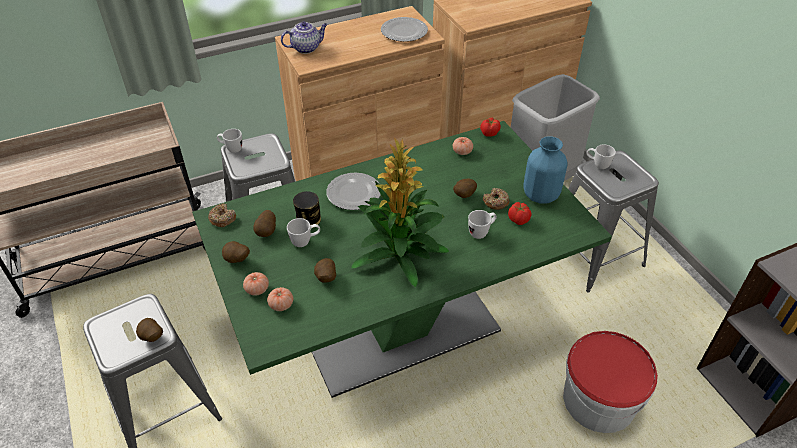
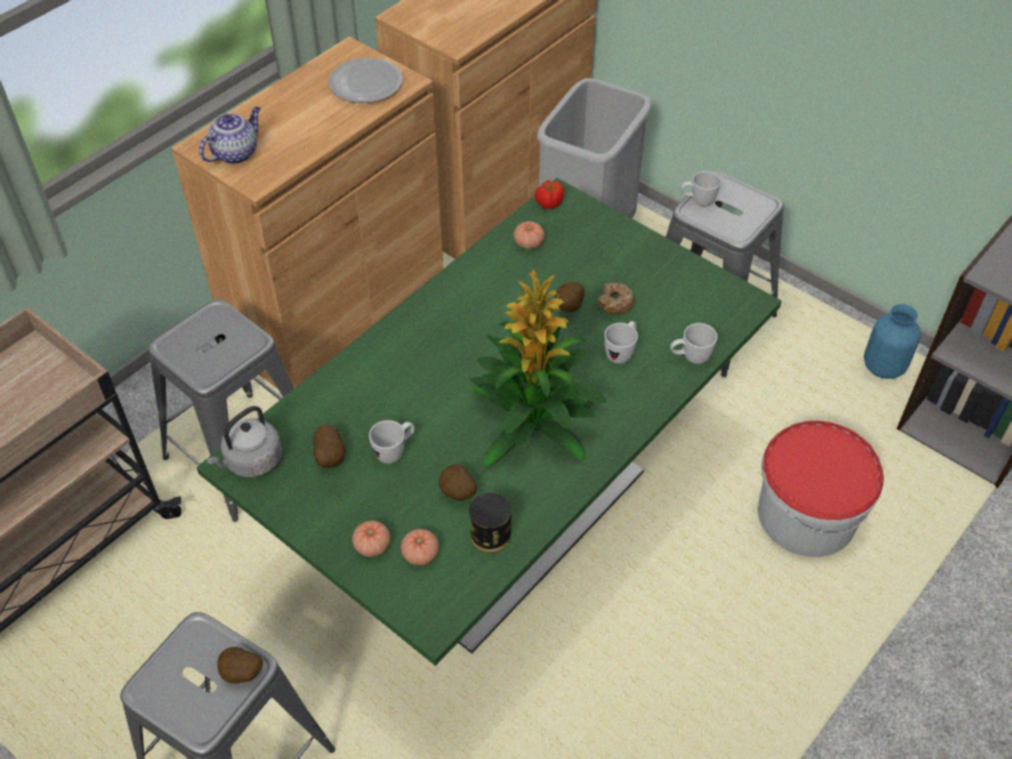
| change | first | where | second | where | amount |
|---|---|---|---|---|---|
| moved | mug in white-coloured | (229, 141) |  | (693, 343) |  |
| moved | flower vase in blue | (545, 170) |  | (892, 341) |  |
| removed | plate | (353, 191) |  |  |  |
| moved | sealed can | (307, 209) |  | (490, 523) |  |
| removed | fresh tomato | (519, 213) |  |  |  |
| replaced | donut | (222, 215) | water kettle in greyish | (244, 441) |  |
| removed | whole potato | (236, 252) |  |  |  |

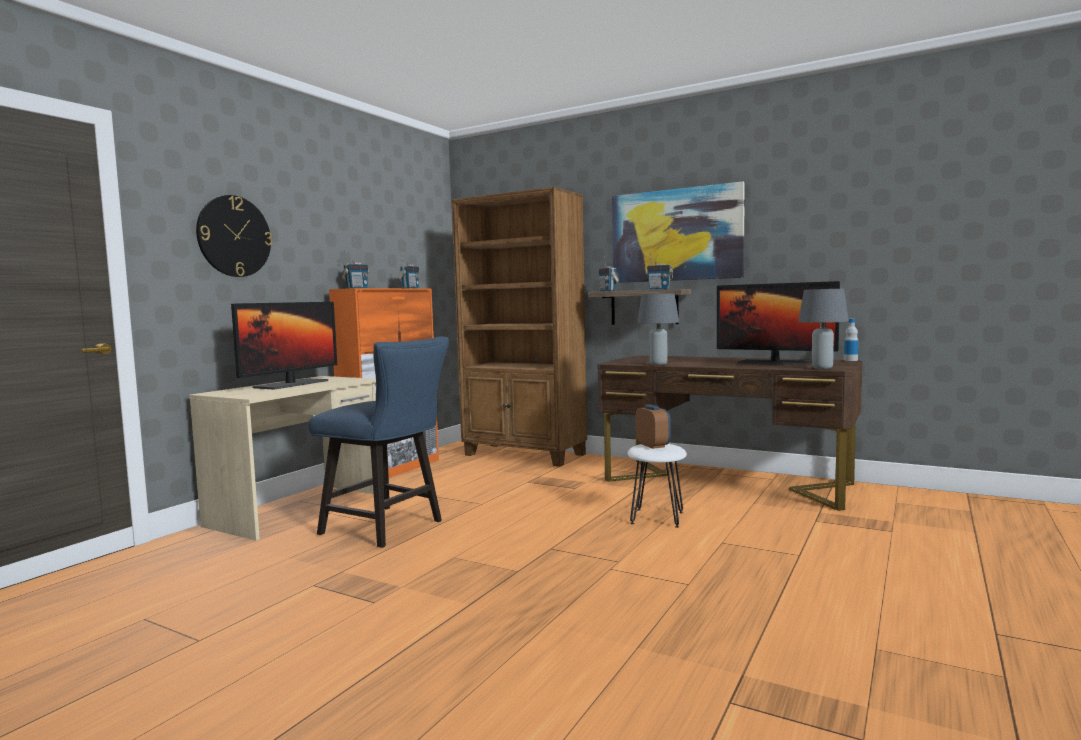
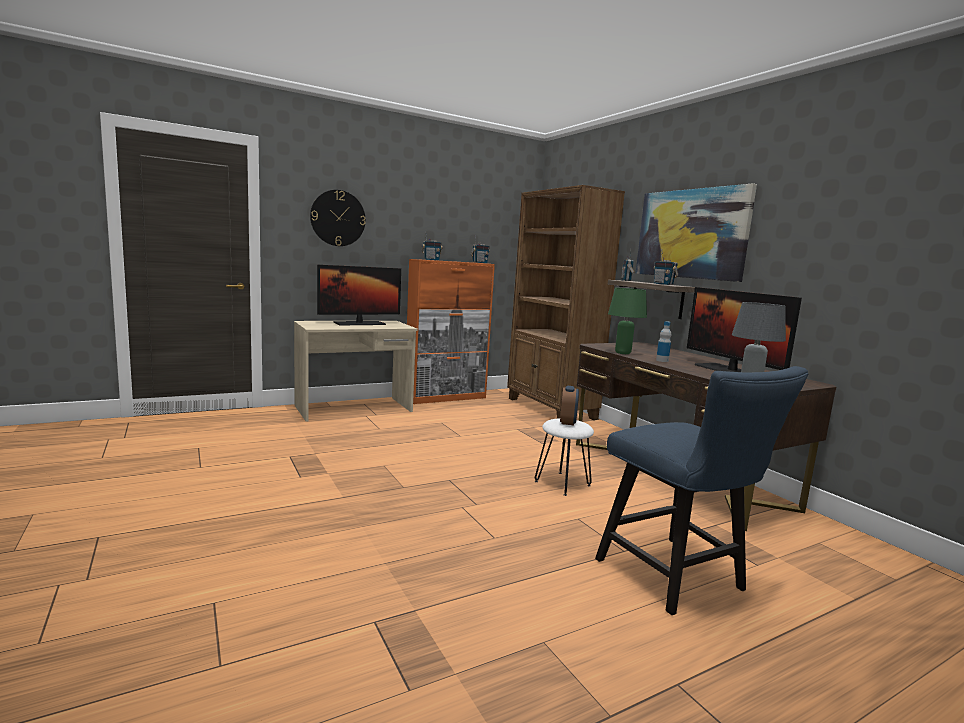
| change | first | where | second | where | amount |
|---|---|---|---|---|---|
| recoloured | tabletop lamp in greyish | (658, 329) | tabletop lamp in greenish | (627, 321) |  |
| moved | drink bottle | (851, 340) |  | (663, 341) |  |
| moved | chair in blue | (379, 442) |  | (702, 490) |  |

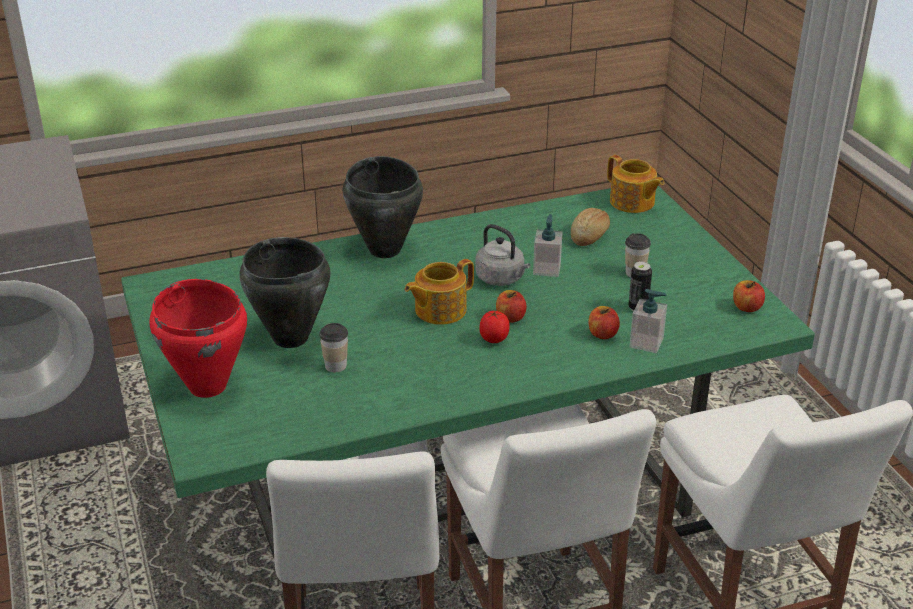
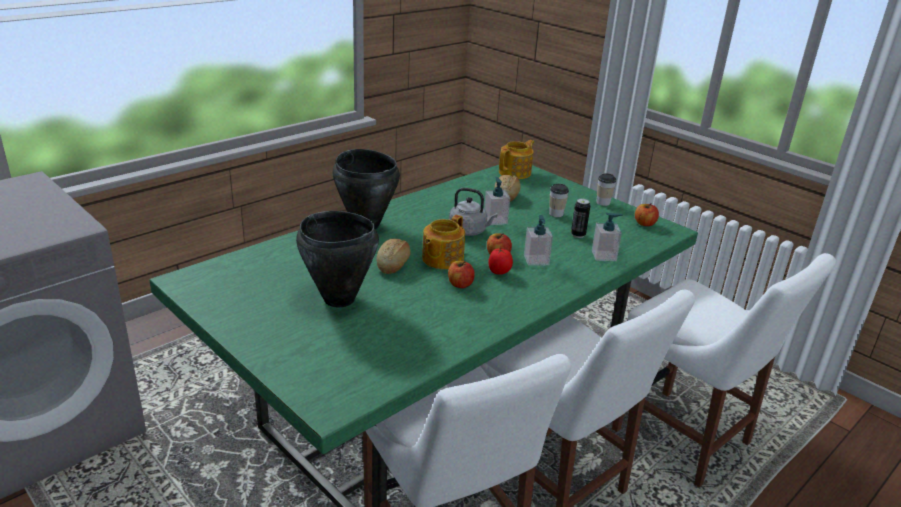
| change | first | where | second | where | amount |
|---|---|---|---|---|---|
| turned | teapot | (635, 184) |  | (516, 159) | 75 degrees counterclockwise |
| removed | stockpot in red-coloured | (198, 338) |  |  |  |
| moved | apple | (604, 322) |  | (461, 274) |  |
| moved | drinking cup | (333, 347) |  | (606, 189) |  |
| added |  |  | soap dispenser | (538, 240) |  |
| added |  |  | bread | (393, 256) |  |

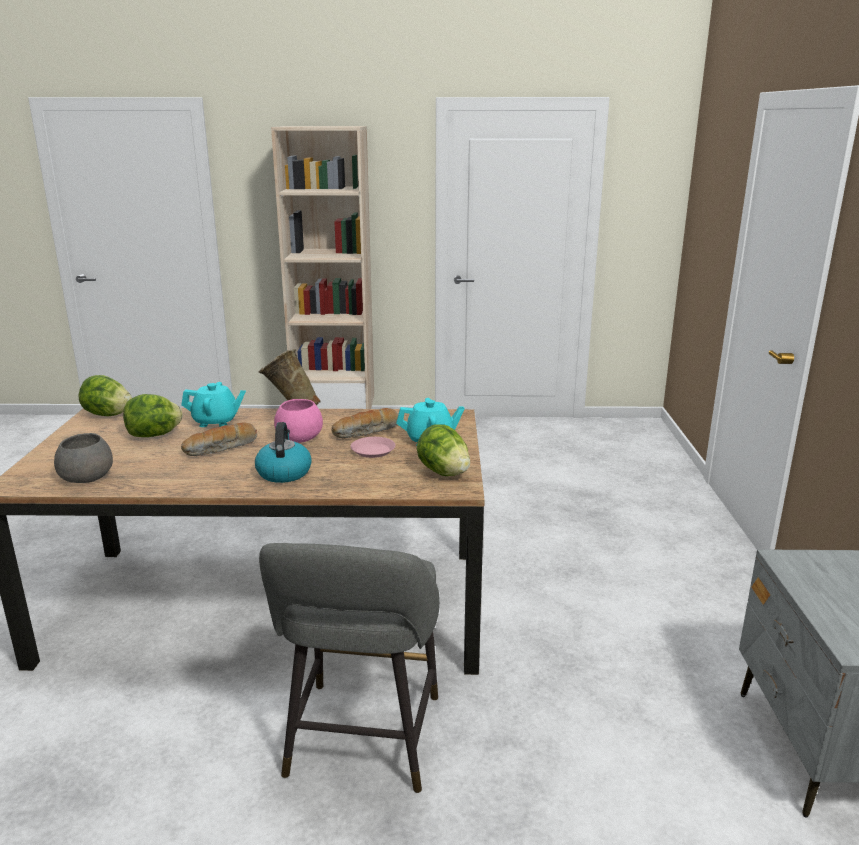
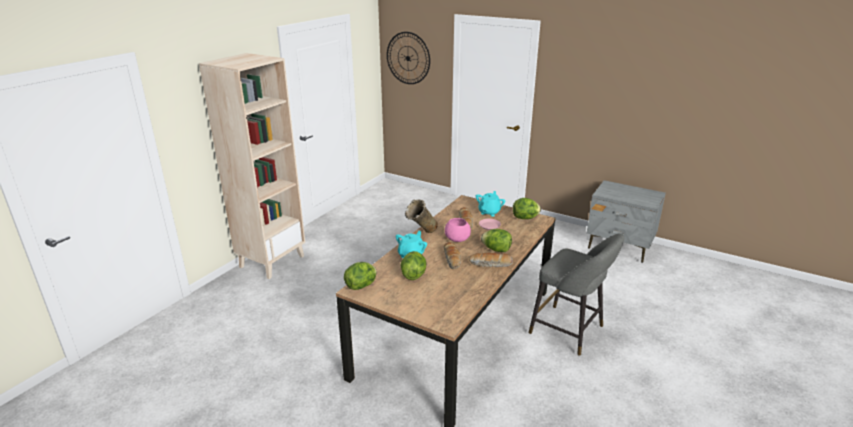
| change | first | where | second | where | amount |
|---|---|---|---|---|---|
| replaced | water kettle | (283, 452) | lettuce head | (496, 240) |  |
| removed | deep dish in greyish | (83, 458) |  |  |  |
| added |  |  | hanging clock | (408, 58) |  |
| added |  |  | bread | (491, 260) |  |

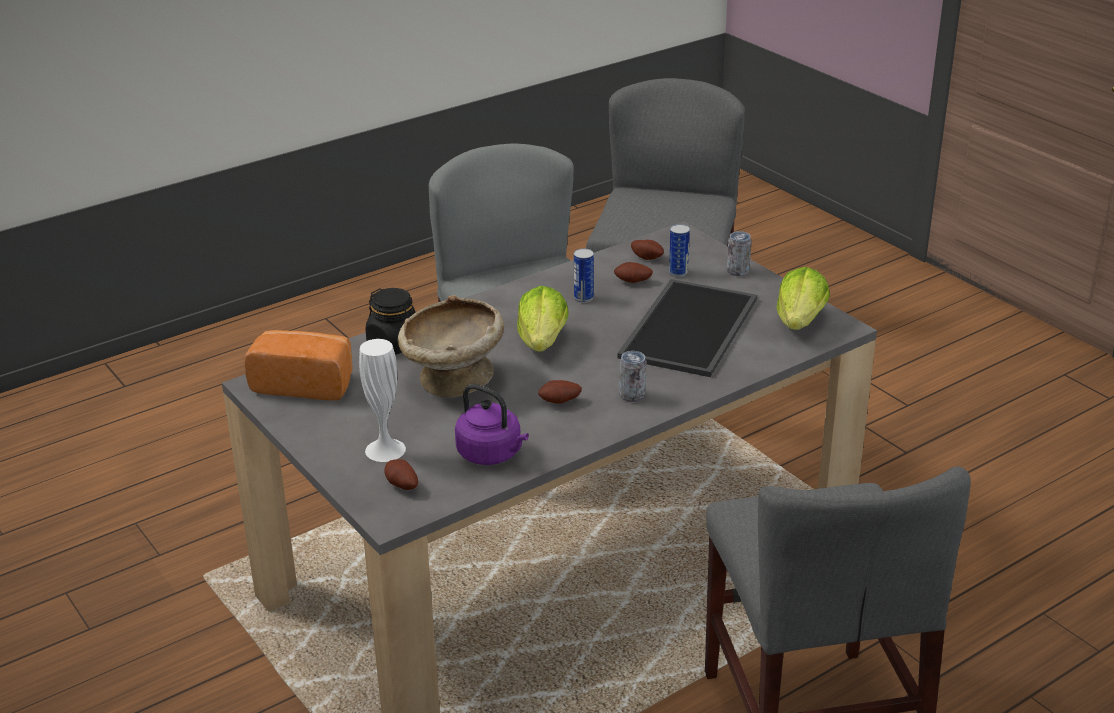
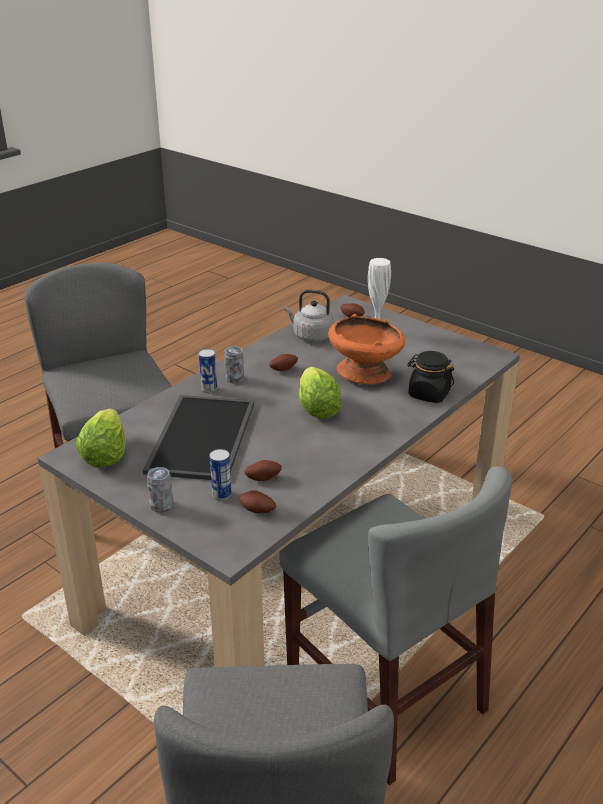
| change | first | where | second | where | amount |
|---|---|---|---|---|---|
| moved | sealed can | (584, 276) |  | (208, 371) |  |
| recoloured | deep dish in beige | (451, 346) | deep dish in orange | (366, 349) |  |
| removed | bread | (299, 365) |  |  |  |
| recoloured | water kettle in purplish | (492, 424) | water kettle in greyish | (309, 315) |  |

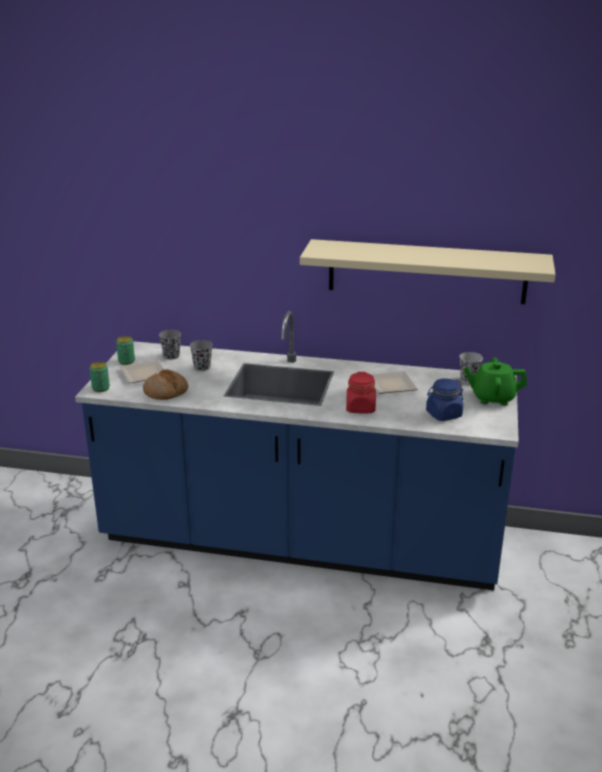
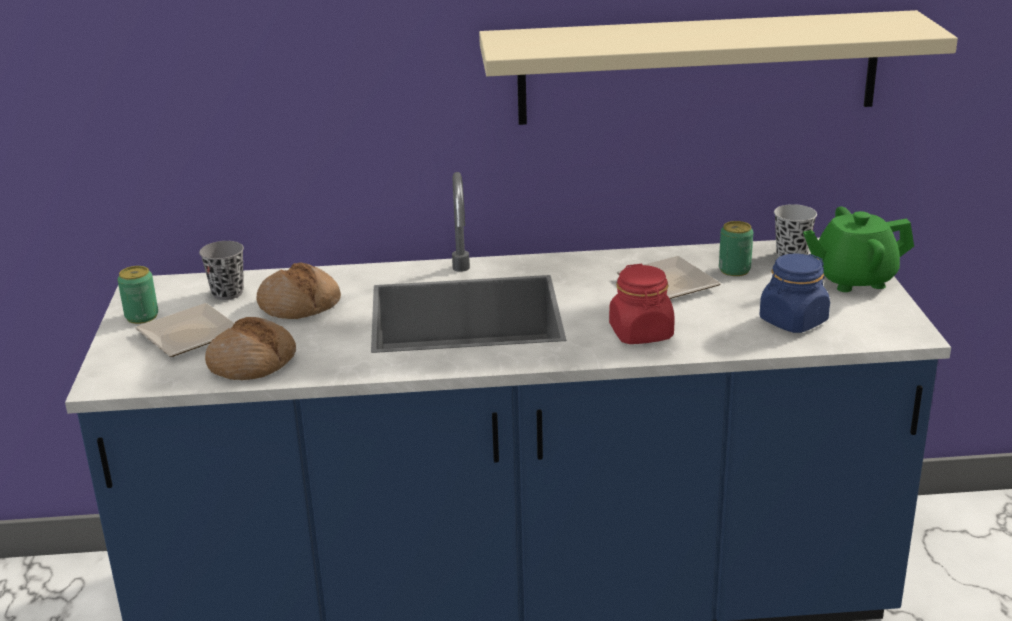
| change | first | where | second | where | amount |
|---|---|---|---|---|---|
| replaced | drinking cup in greyish | (201, 355) | bread | (299, 291) |  |
| moved | sealed can | (99, 377) |  | (736, 248) |  |

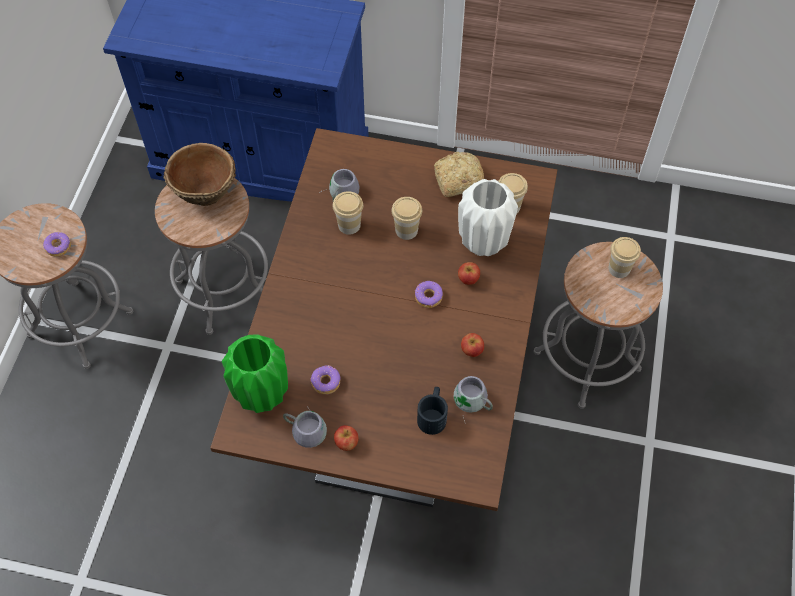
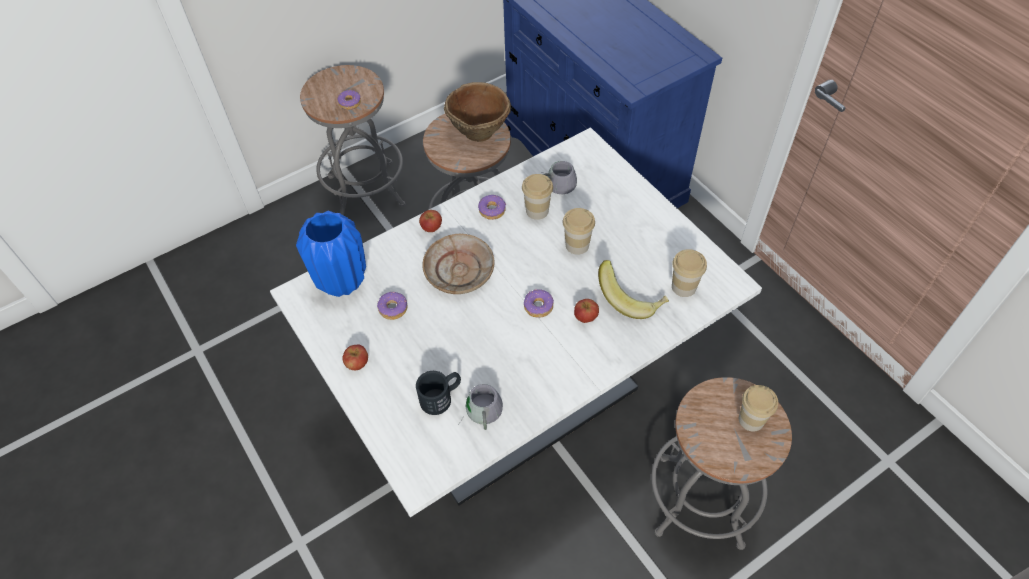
| change | first | where | second | where | amount |
|---|---|---|---|---|---|
| recoloured | dining table in brownish | (383, 319) | dining table in white-coloured | (516, 322) |  |
| removed | bread | (459, 174) |  |  |  |
| replaced | flower vase in white-coloured | (488, 217) | banana | (633, 289) |  |
| moved | apple | (472, 345) |  | (430, 221) |  |
| recoloured | flower vase in greenish | (255, 373) | flower vase in blue | (331, 254) |  |
| removed | mug in greyish | (305, 427) |  |  |  |
| added |  |  | donut | (492, 207) |  |
| added |  |  | plate in beige | (458, 264) |  |

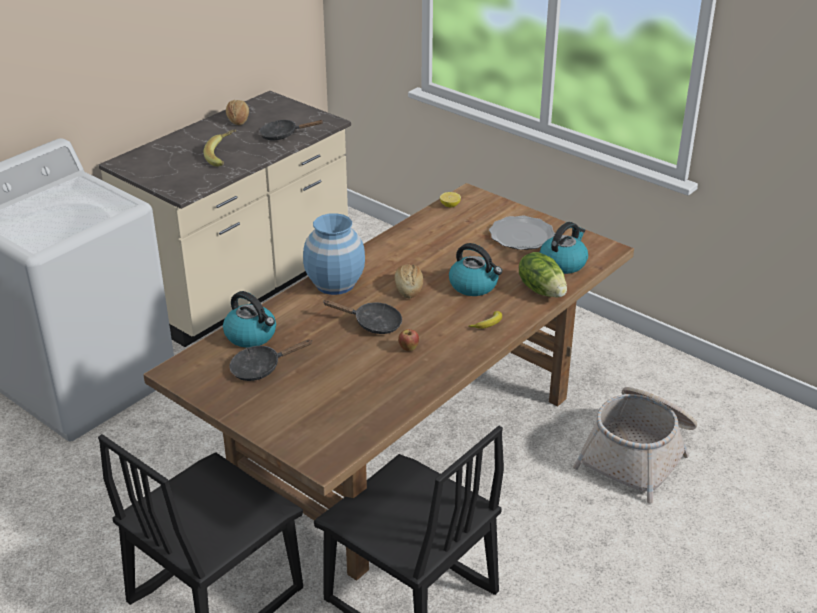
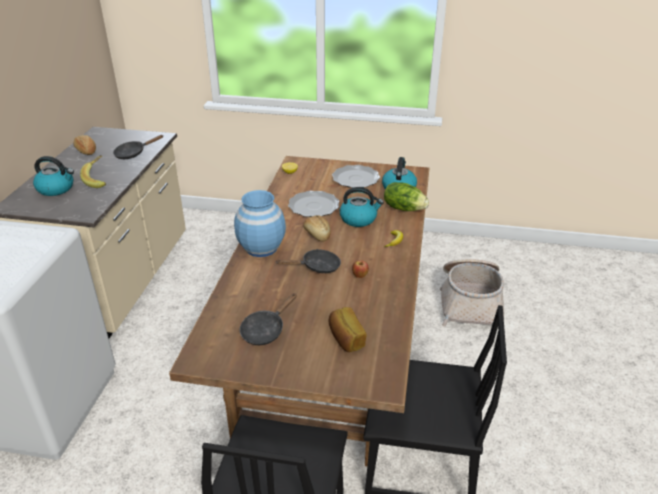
| change | first | where | second | where | amount |
|---|---|---|---|---|---|
| moved | water kettle | (249, 319) |  | (53, 176) |  |
| added |  |  | plate | (314, 204) |  |
| added |  |  | bread | (348, 329) |  |

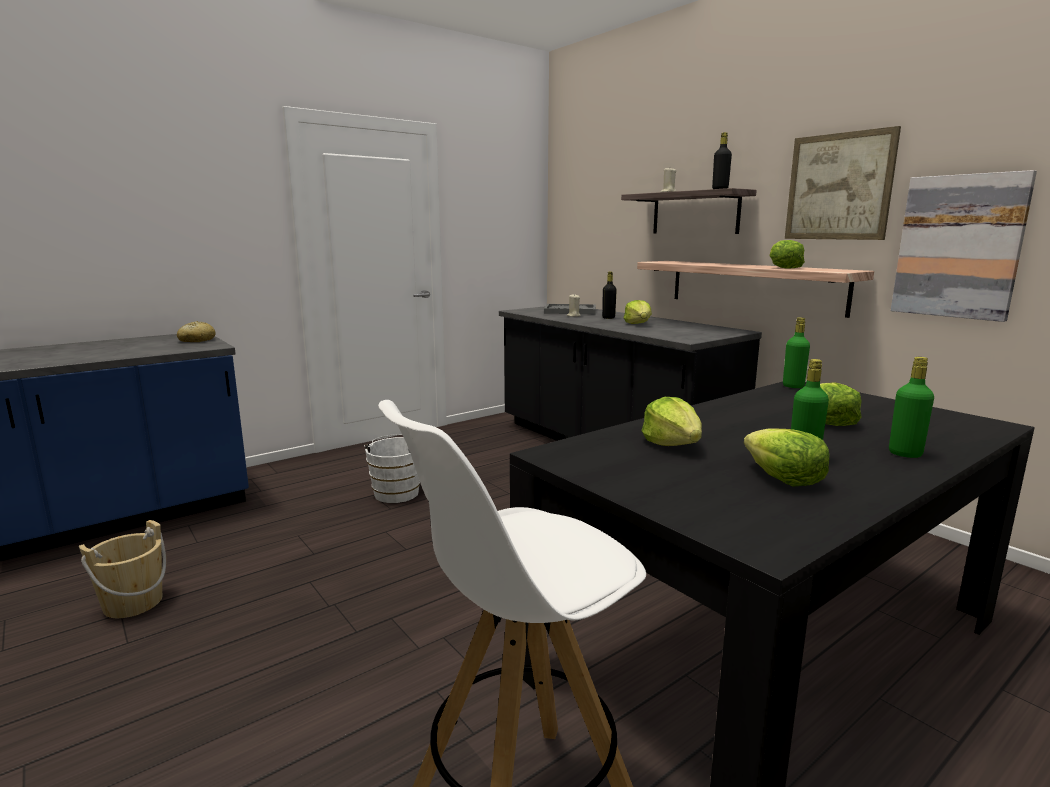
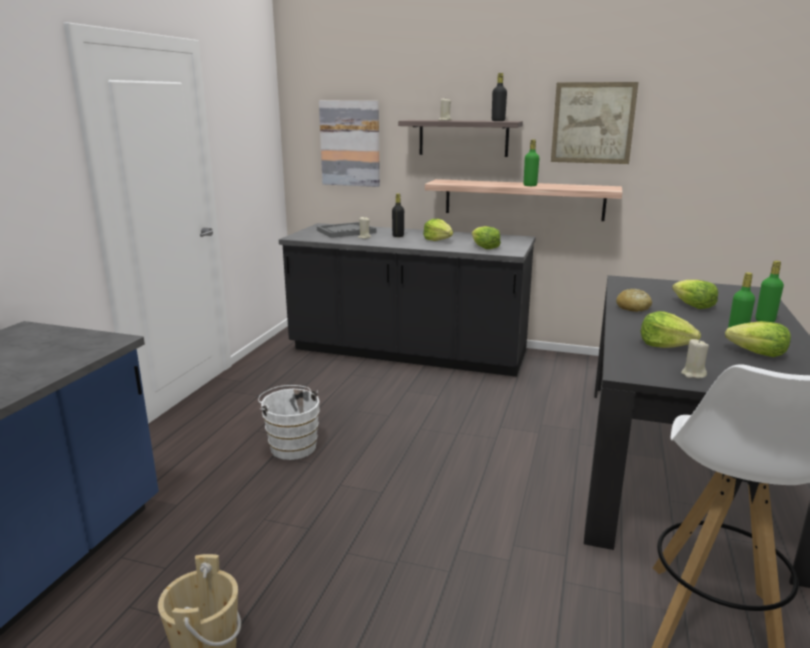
| change | first | where | second | where | amount |
|---|---|---|---|---|---|
| moved | wall picture | (964, 246) |  | (349, 144) |  |
| moved | lettuce head | (787, 254) |  | (486, 237) |  |
| moved | drink bottle in greenish | (796, 352) |  | (531, 163) |  |
| moved | bread | (196, 331) |  | (634, 300) |  |
| added |  |  | wax candle in beige | (695, 358) |  |

